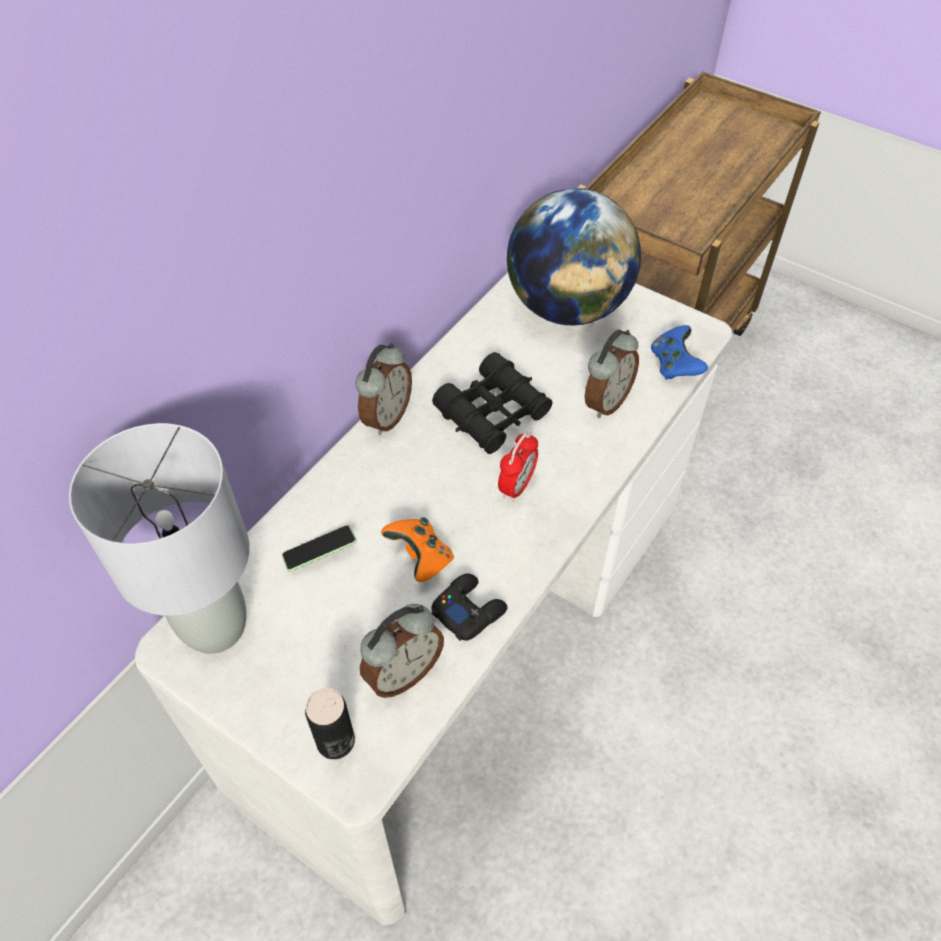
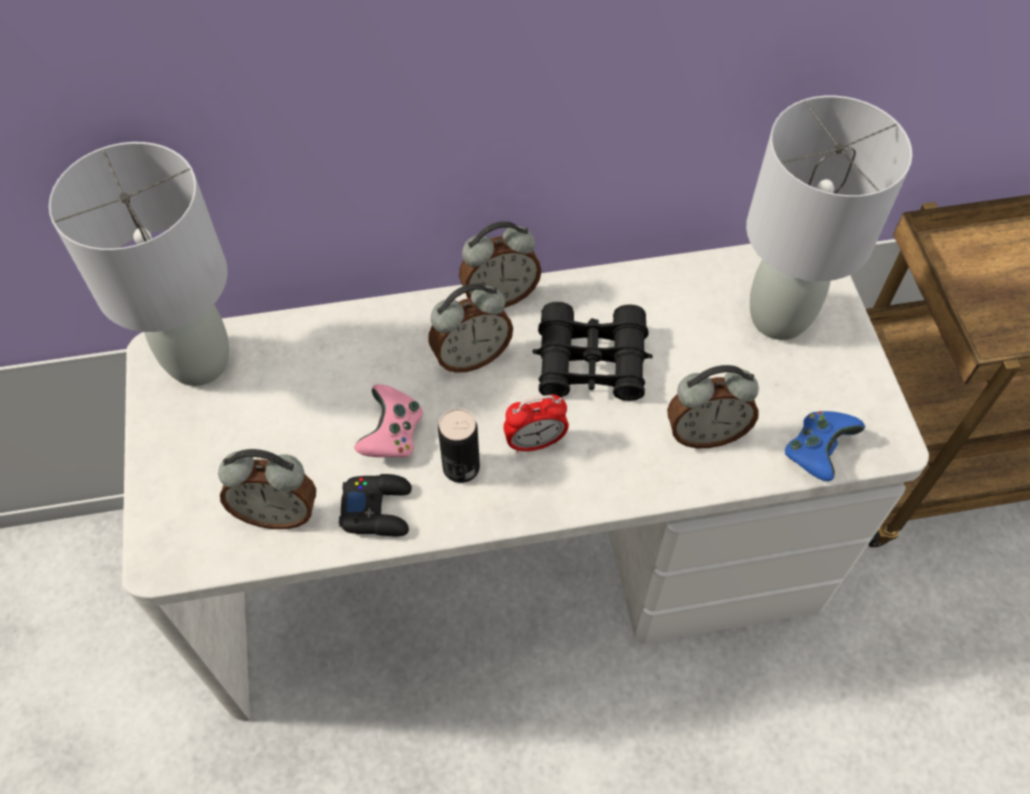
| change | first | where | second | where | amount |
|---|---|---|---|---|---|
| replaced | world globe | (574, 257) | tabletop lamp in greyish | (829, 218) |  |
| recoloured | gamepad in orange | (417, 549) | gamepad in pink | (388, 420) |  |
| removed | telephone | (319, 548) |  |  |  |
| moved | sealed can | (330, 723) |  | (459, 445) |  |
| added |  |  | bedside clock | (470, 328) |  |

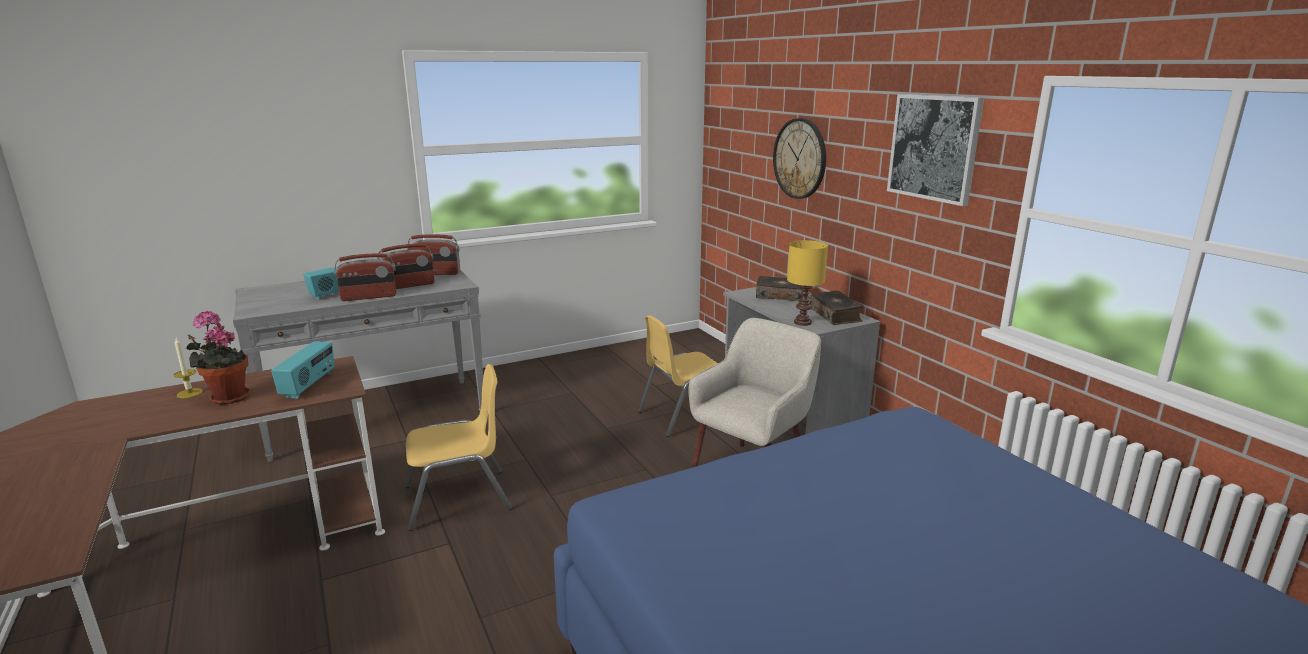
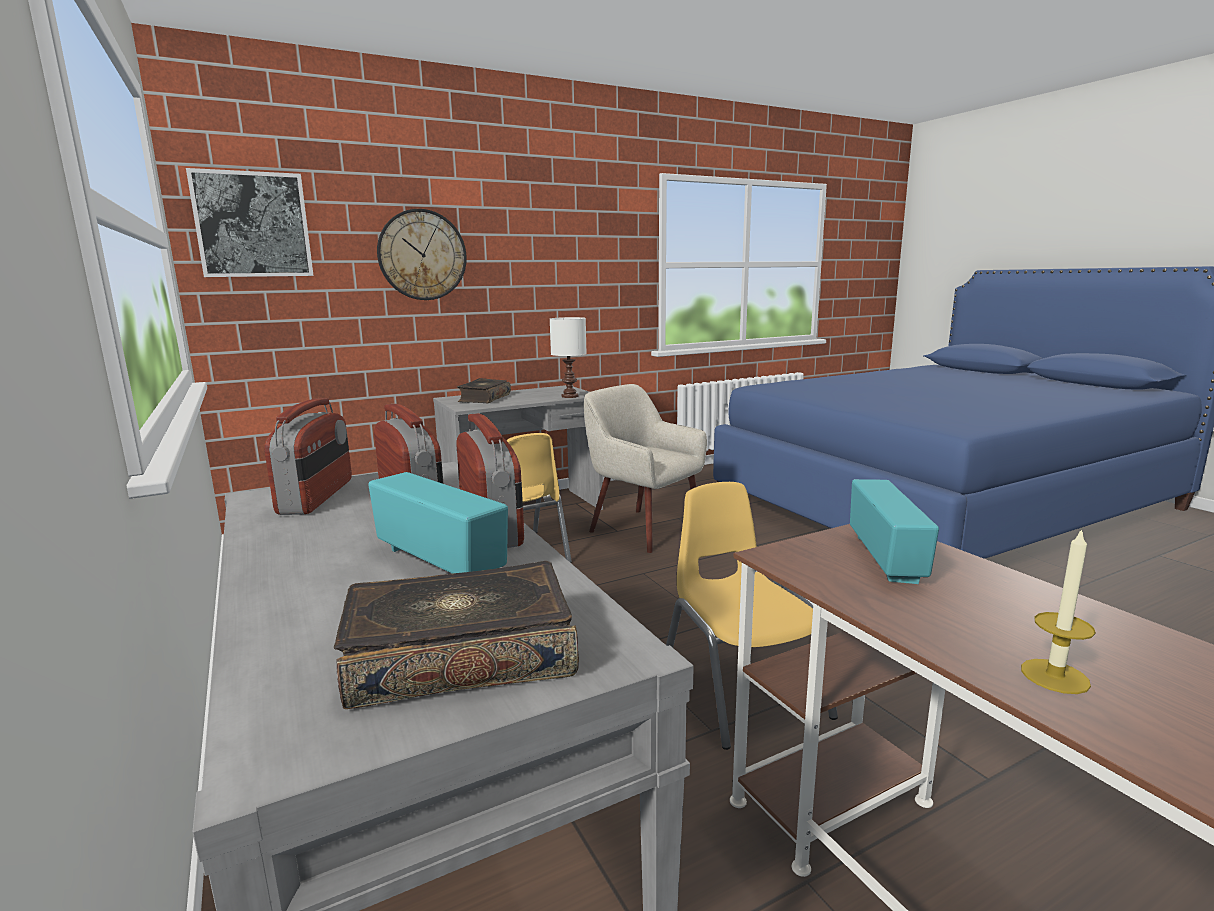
| change | first | where | second | where | amount |
|---|---|---|---|---|---|
| moved | wall picture | (935, 150) |  | (250, 222) |  |
| recoloured | tabletop lamp in yellowish | (807, 283) | tabletop lamp in white-coloured | (568, 357) |  |
| moved | volume | (835, 308) |  | (456, 635) |  |
| removed | potted plant | (218, 358) |  |  |  |
| turned | radio set | (303, 370) |  | (894, 531) | 90 degrees clockwise |

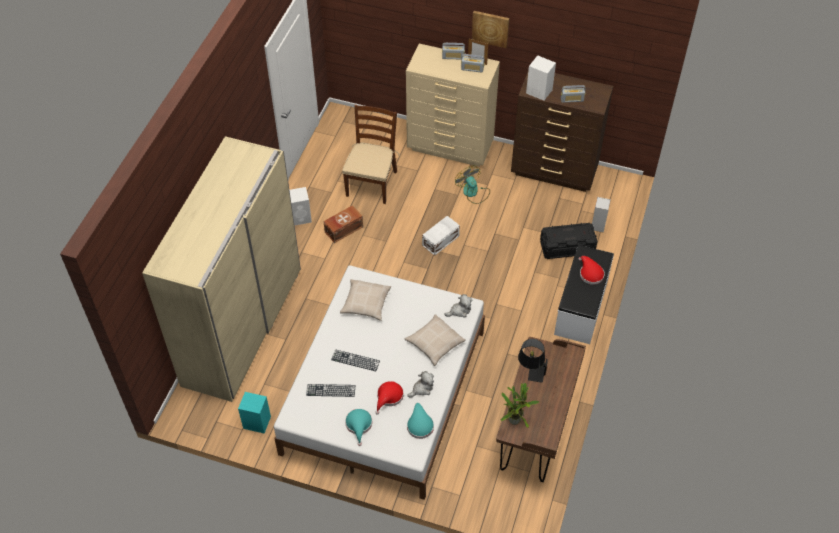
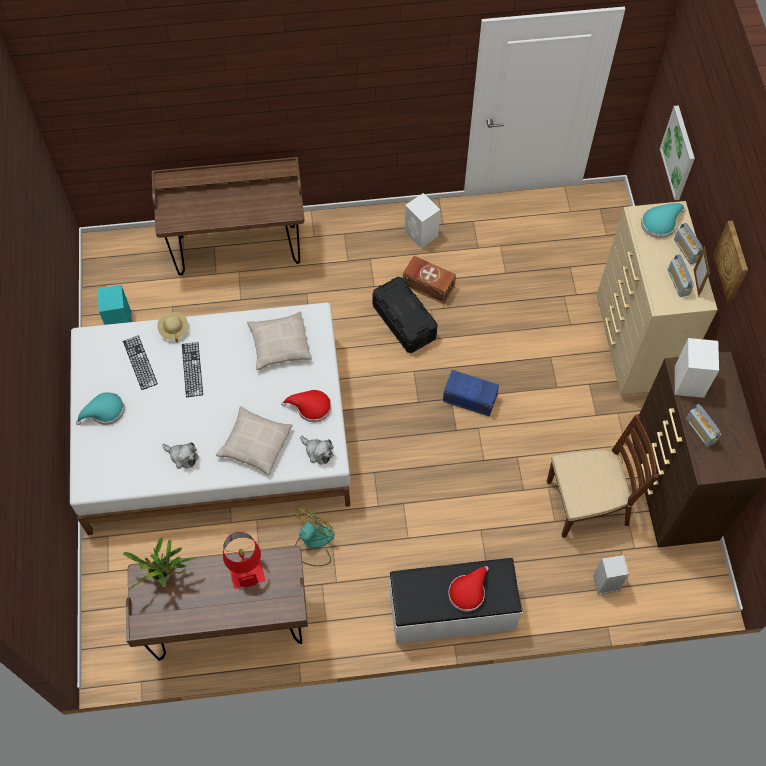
| change | first | where | second | where | amount |
|---|---|---|---|---|---|
| moved | chair in brownish | (371, 154) |  | (603, 476) |  |
| replaced | armoire in beige | (221, 269) | desk unit in brownish | (228, 216) |  |
| moved | fan | (472, 185) |  | (315, 536) |  |
| recoloured | storage box in white-coloured | (441, 236) | storage box in blue | (471, 393) |  |
| moved | storage box in blackish | (568, 241) |  | (405, 315) |  |
| recoloured | tabletop lamp in blackish | (533, 361) | tabletop lamp in red-coloured | (244, 560) |  |
| moved | wearable hat in red-coloured | (389, 397) |  | (306, 406) |  |
| moved | wearable hat in turquoise | (420, 421) |  | (663, 220) |  |
| added |  |  | wall picture | (677, 152) |  |
| added |  |  | wearable hat in beige | (172, 327) |  |

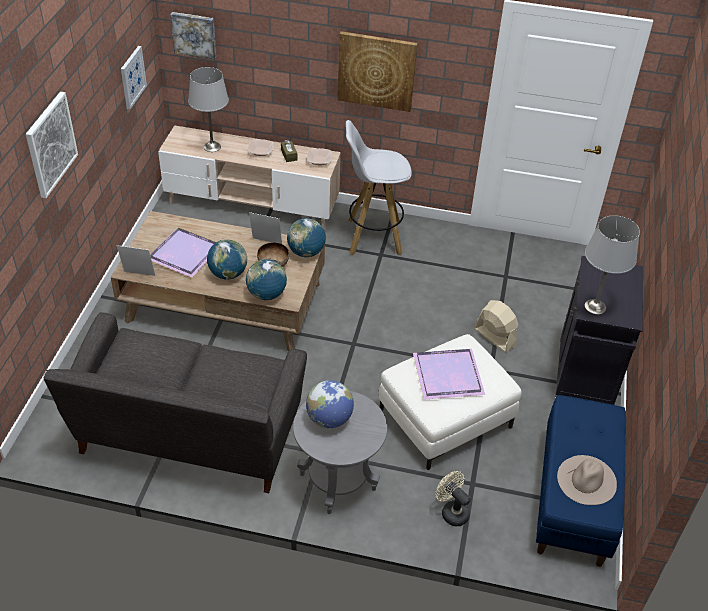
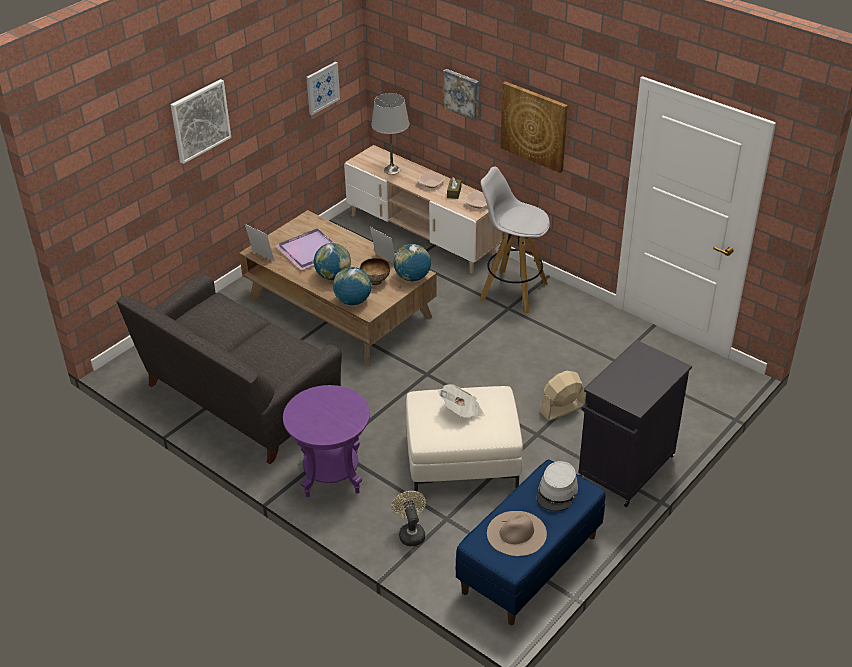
| change | first | where | second | where | amount |
|---|---|---|---|---|---|
| moved | wall picture | (193, 36) |  | (461, 95) |  |
| removed | tabletop lamp in greyish | (612, 265) |  |  |  |
| turned | fan in beige | (496, 326) |  | (563, 396) | 105 degrees counterclockwise |
| replaced | carrying tray in purplish | (449, 374) | newspaper | (461, 401) |  |
| removed | world globe | (330, 404) |  |  |  |
| recoloured | side table in greyish | (340, 452) | side table in purplish | (326, 441) |  |
| added |  |  | wearable hat in greyish | (557, 486) |  |

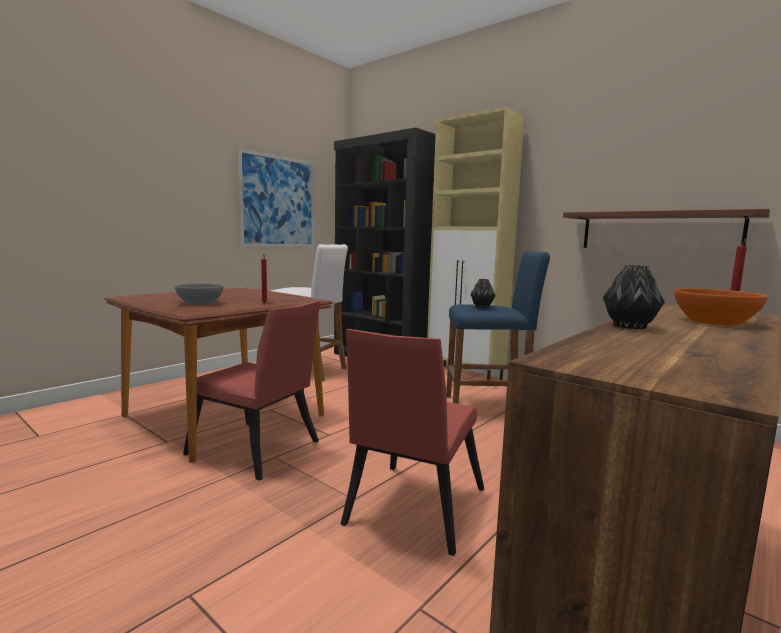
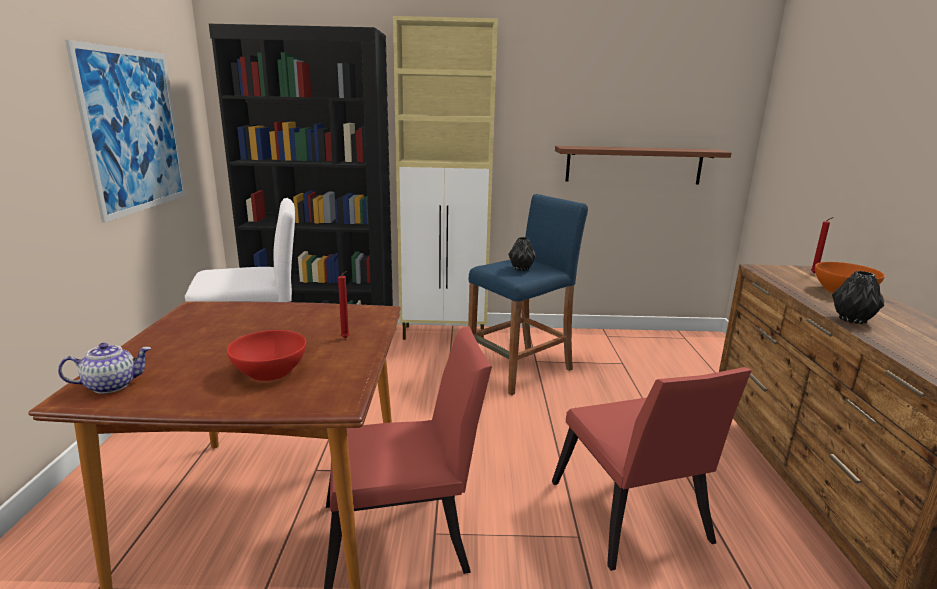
| change | first | where | second | where | amount |
|---|---|---|---|---|---|
| recoloured | deep dish in greyish | (199, 294) | deep dish in red-coloured | (266, 355) |  |
| added |  |  | teapot | (104, 368) |  |

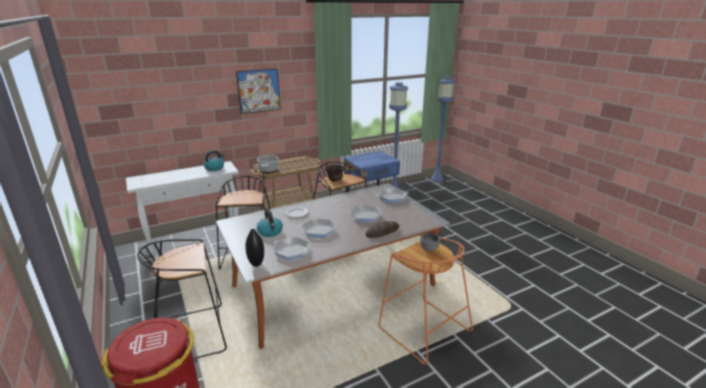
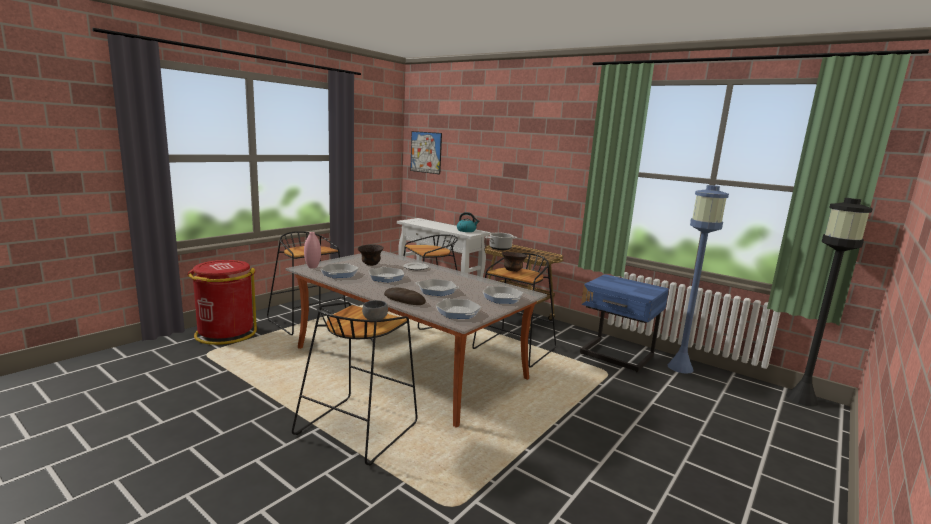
| change | first | where | second | where | amount |
|---|---|---|---|---|---|
| moved | wall picture | (258, 91) |  | (426, 152) |  |
| recoloured | standing lamp in blue | (443, 129) | standing lamp in blackish | (829, 302) |  |
| replaced | water kettle | (270, 223) | deep dish in brownish | (371, 255) |  |
| recoloured | flower vase in blackish | (254, 248) | flower vase in pink | (312, 250) |  |
| recoloured | stool in orange | (426, 300) | stool in blackish | (355, 384) |  |
| added |  |  | skillet | (458, 308) |  |

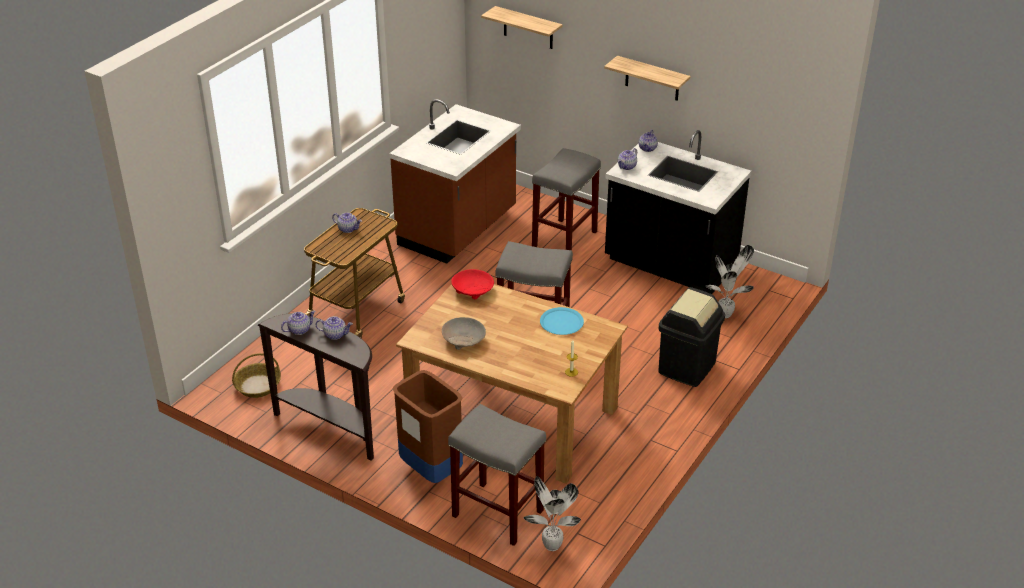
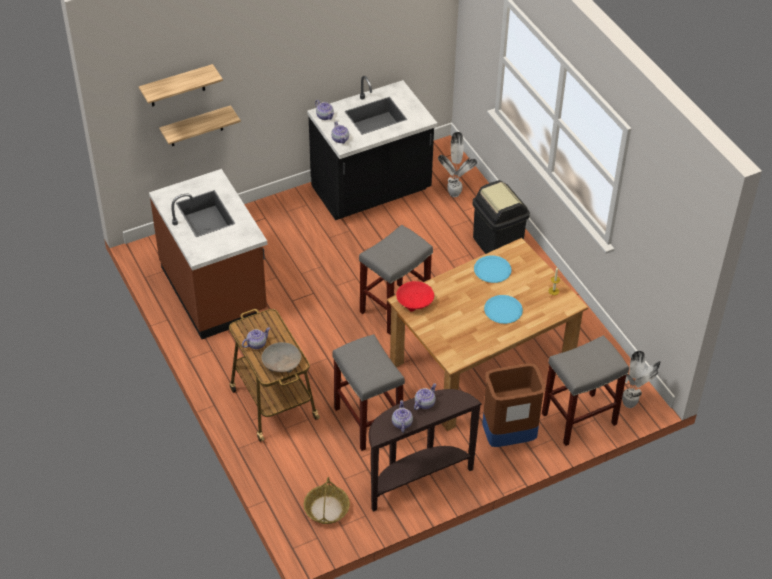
| change | first | where | second | where | amount |
|---|---|---|---|---|---|
| moved | wall shelf | (647, 78) |  | (200, 125) |  |
| moved | stool in greyish | (566, 199) |  | (369, 392) |  |
| moved | deep dish in beige | (464, 333) |  | (281, 357) |  |
| added |  |  | plate in blue | (503, 309) |  |

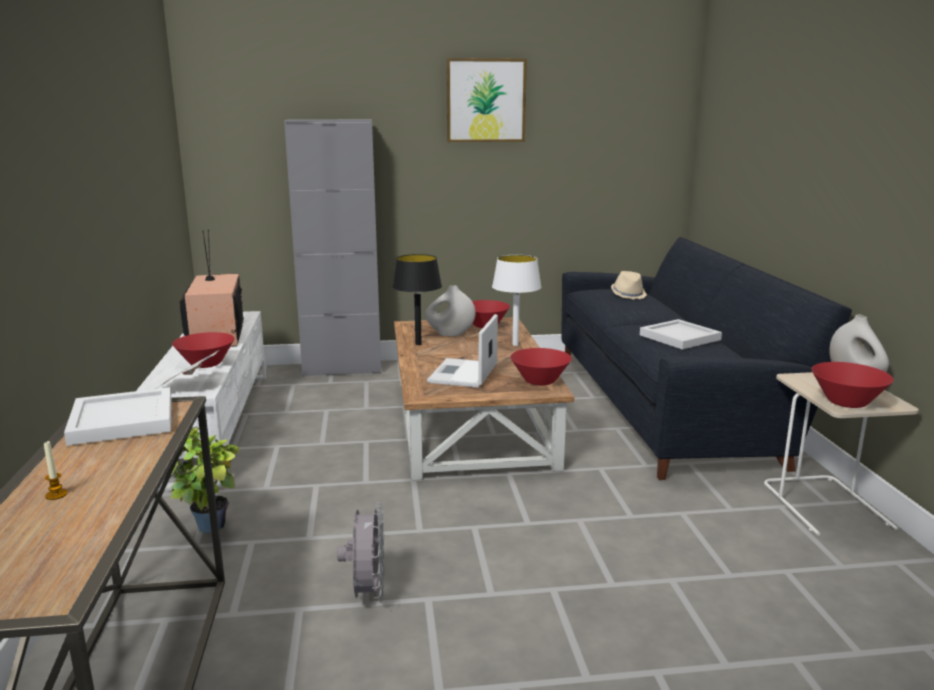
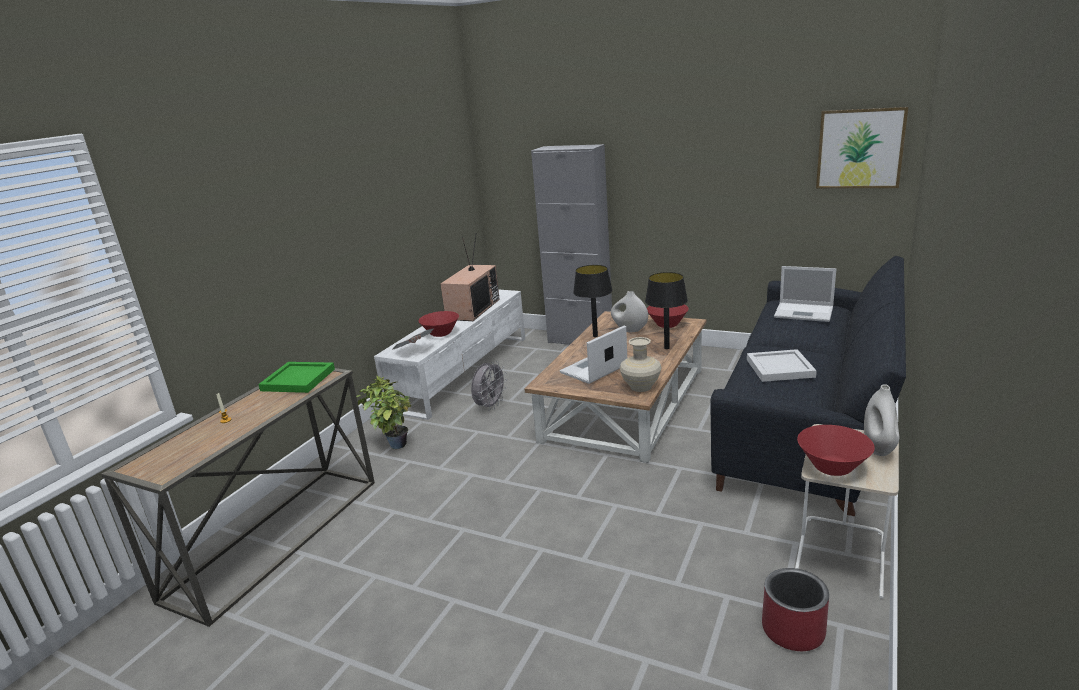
| change | first | where | second | where | amount |
|---|---|---|---|---|---|
| moved | wall picture | (486, 100) |  | (862, 147) |  |
| recoloured | tabletop lamp in white-coloured | (517, 300) | tabletop lamp in blackish | (666, 310) |  |
| replaced | wearable hat in beige | (629, 285) | laptop | (805, 294) |  |
| replaced | deep dish in red-coloured | (541, 366) | flower vase in beige | (641, 364) |  |
| recoloured | carrying tray in white-coloured | (118, 416) | carrying tray in greenish | (296, 377) |  |
| moved | fan in greyish | (361, 553) |  | (489, 385) |  |
| added |  |  | planter in red-coloured | (795, 609) |  |

